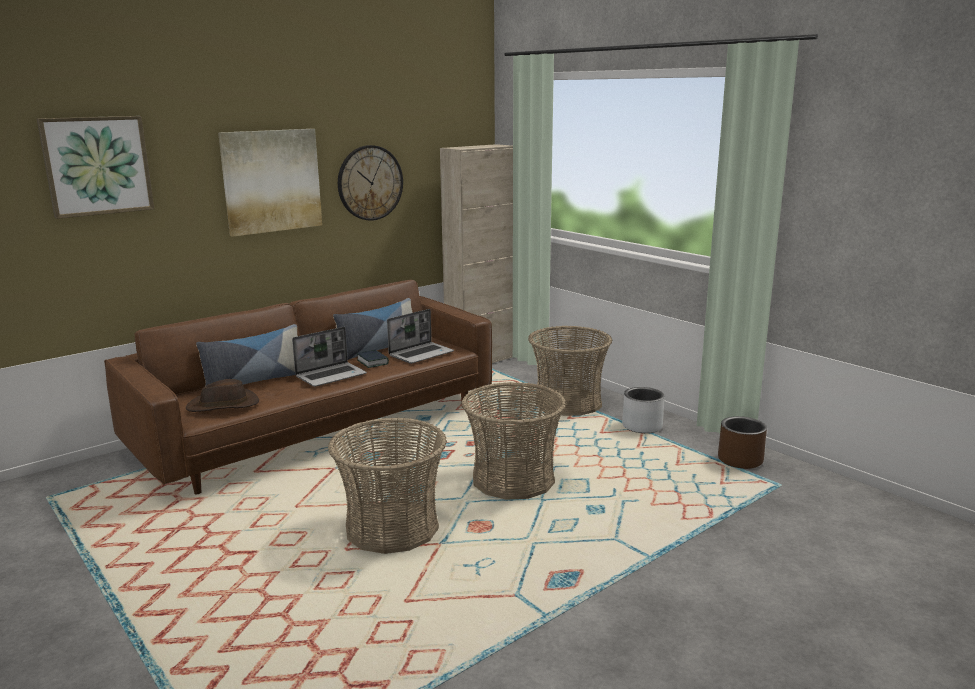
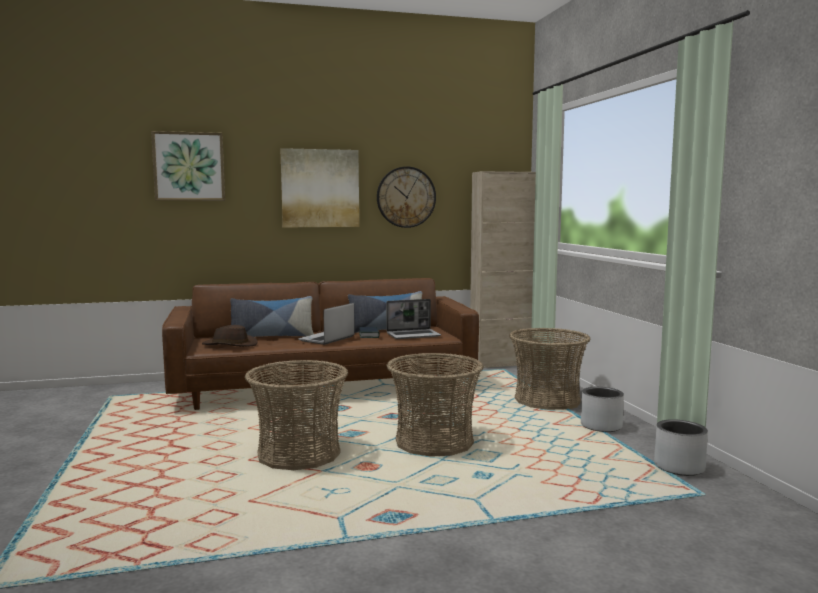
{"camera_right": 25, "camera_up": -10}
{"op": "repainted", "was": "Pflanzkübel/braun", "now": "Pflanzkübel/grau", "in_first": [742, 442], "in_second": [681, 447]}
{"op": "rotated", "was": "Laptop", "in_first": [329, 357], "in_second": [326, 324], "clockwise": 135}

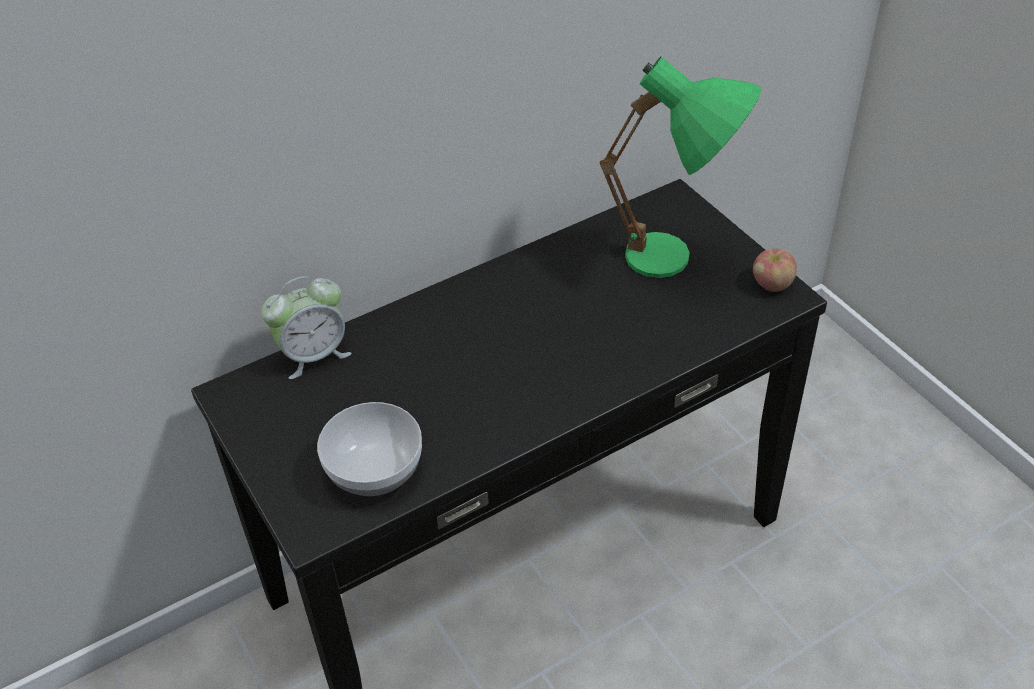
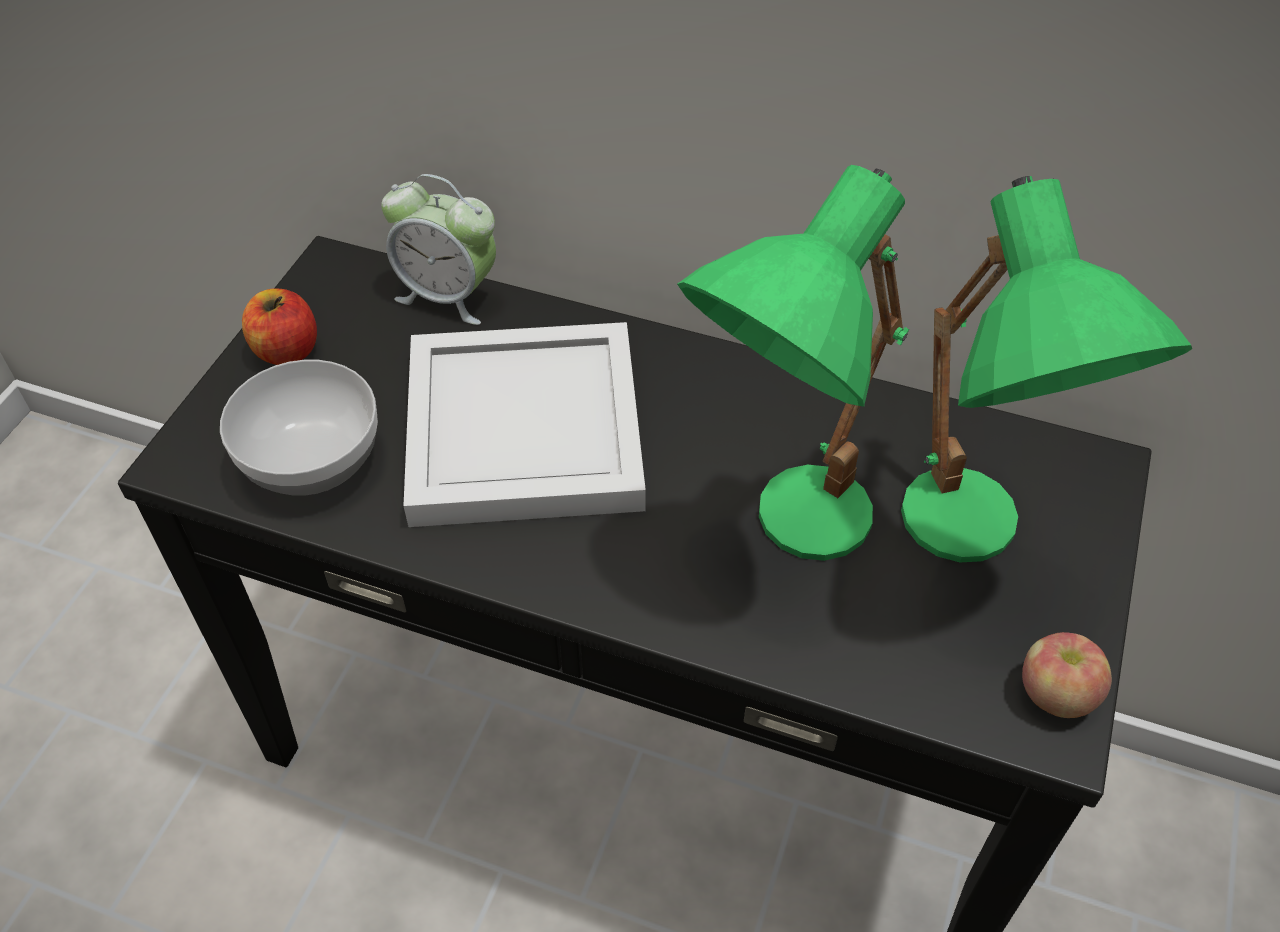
{"camera_right": 50, "camera_up": 5}
{"op": "new", "now": "Apfel", "in_second": [279, 327]}
{"op": "new", "now": "Tablett/weiß", "in_second": [525, 424]}
{"op": "new", "now": "Tischlampe/grün", "in_second": [793, 363]}

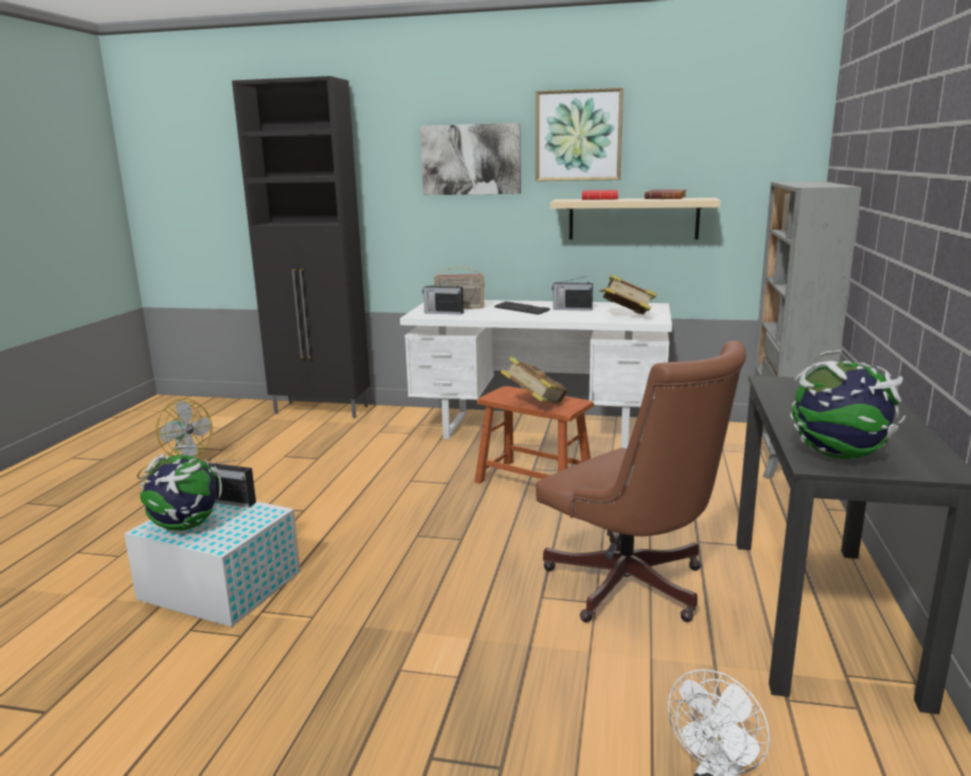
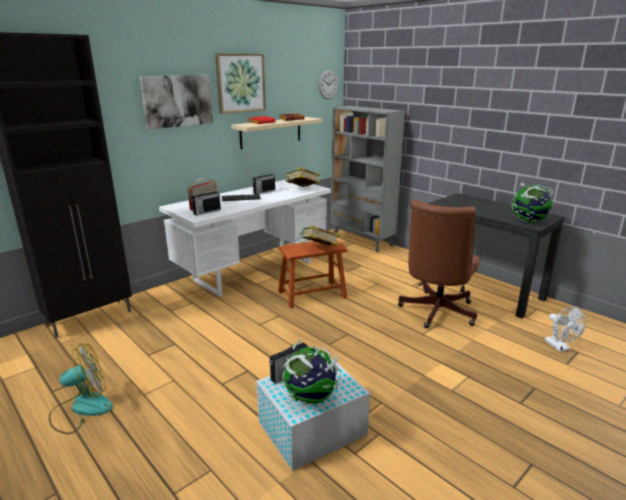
{"camera_right": -55, "camera_up": 5}
{"op": "new", "now": "Wanduhr", "in_second": [328, 84]}
{"op": "rotated", "was": "Bürostuhl/braun", "in_first": [641, 481], "in_second": [439, 264], "clockwise": 120}

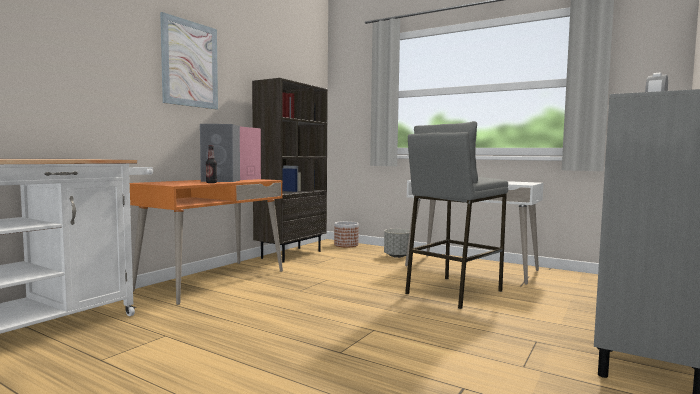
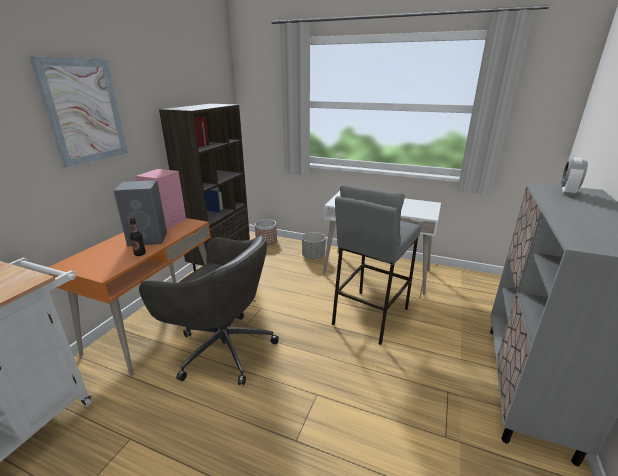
{"camera_right": -10, "camera_up": 20}
{"op": "new", "now": "Bürostuhl/grau", "in_second": [209, 310]}

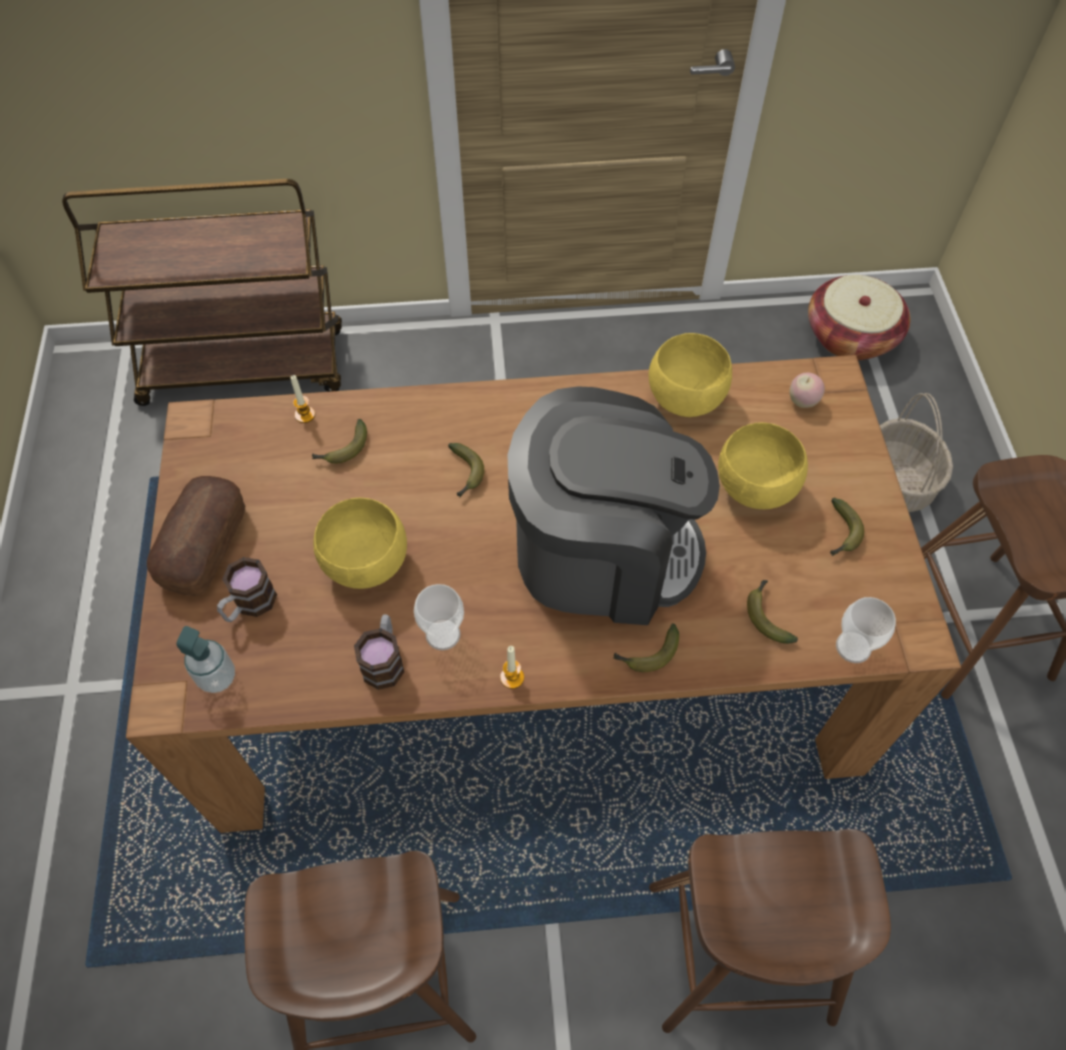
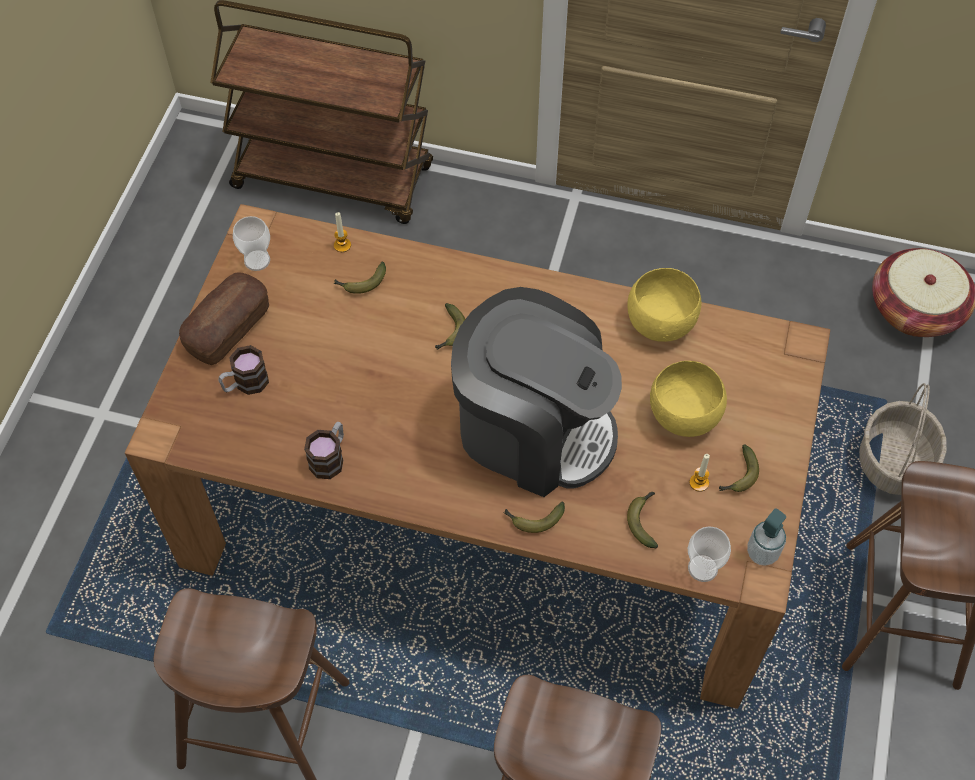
{"camera_right": 20, "camera_up": 0}
{"op": "gone", "was": "Schüssel/gelb", "in_first": [360, 543]}
{"op": "gone", "was": "Apfel", "in_first": [807, 390]}
{"op": "shifted", "was": "Seifenspender", "in_first": [205, 659], "in_second": [766, 537]}
{"op": "shifted", "was": "Tasse", "in_first": [439, 617], "in_second": [251, 243]}
{"op": "shifted", "was": "Kerze", "in_first": [512, 667], "in_second": [699, 473]}

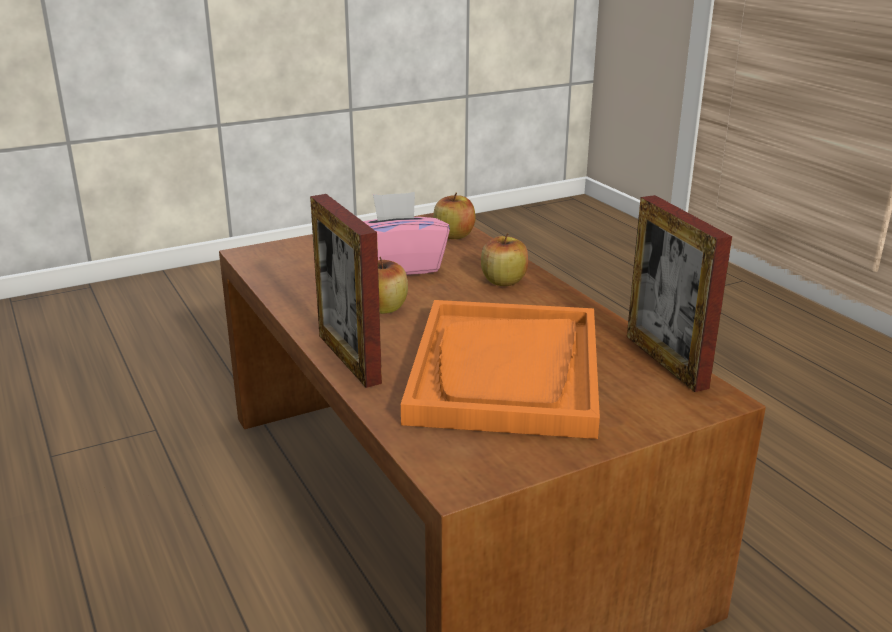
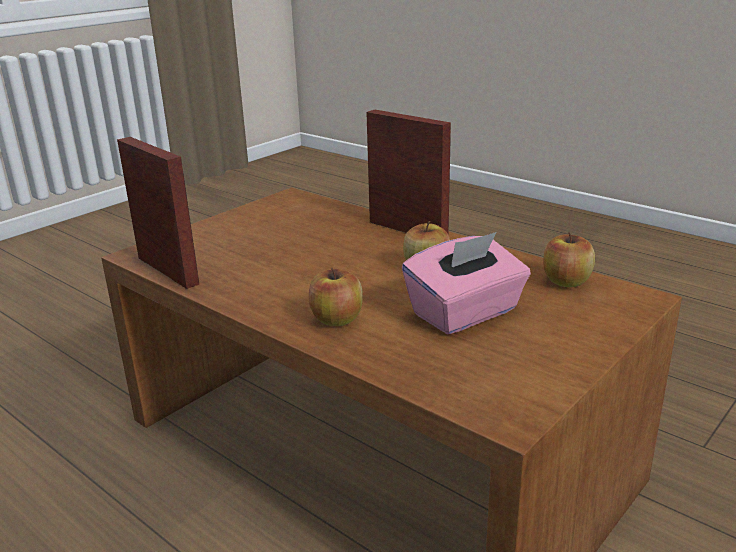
{"camera_right": 160, "camera_up": 0}
{"op": "gone", "was": "Tablett/orange", "in_first": [500, 369]}
{"op": "shifted", "was": "Apfel", "in_first": [455, 215], "in_second": [569, 259]}

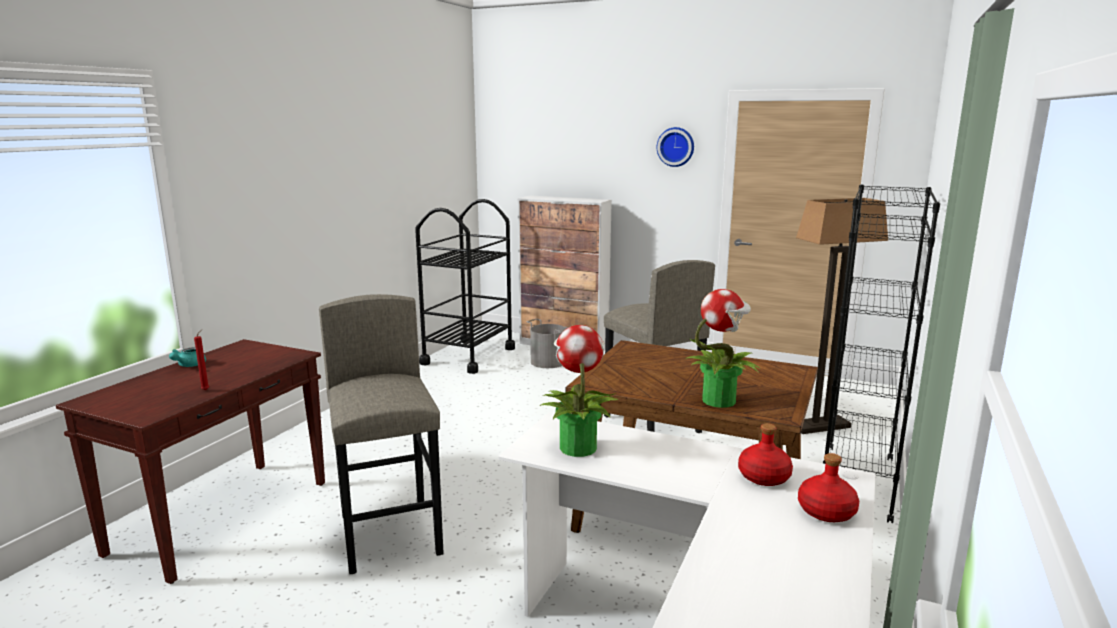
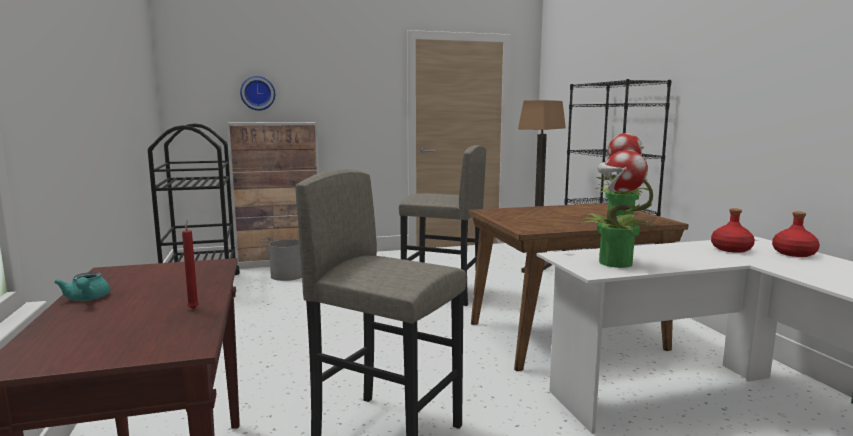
{"camera_right": -40, "camera_up": -5}
{"op": "shifted", "was": "Wanduhr", "in_first": [675, 147], "in_second": [257, 93]}

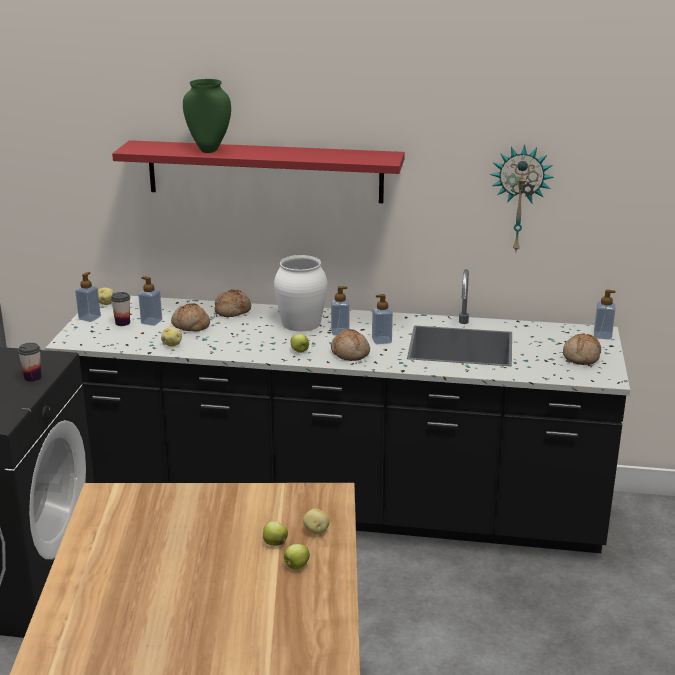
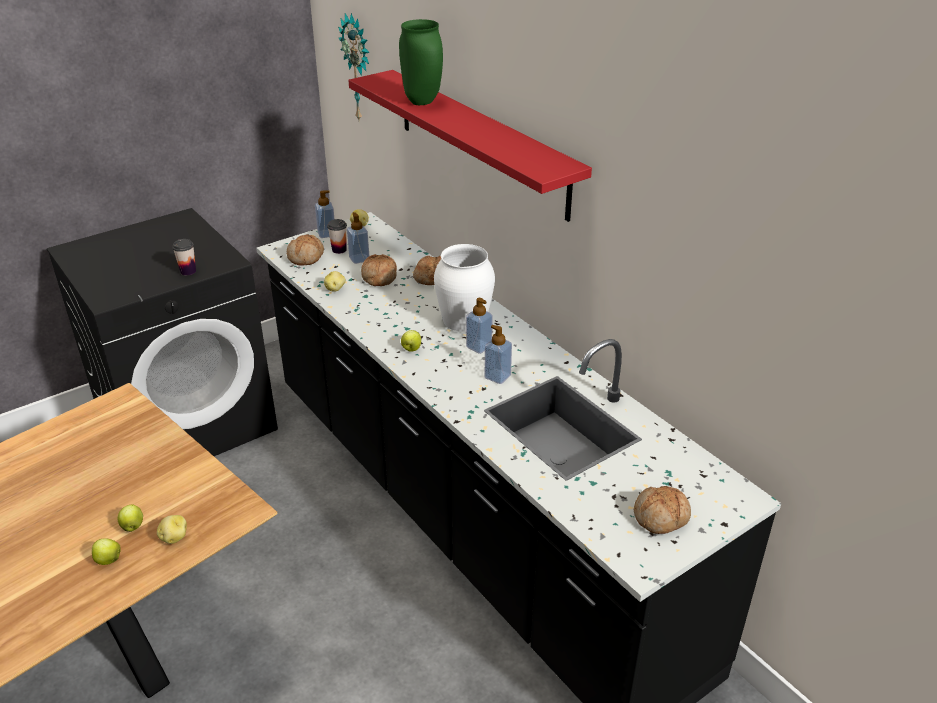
{"camera_right": 45, "camera_up": 10}
{"op": "gone", "was": "Seifenspender", "in_first": [604, 314]}
{"op": "shifted", "was": "Brot", "in_first": [350, 345], "in_second": [305, 250]}
{"op": "shifted", "was": "Wanduhr", "in_first": [522, 199], "in_second": [353, 66]}

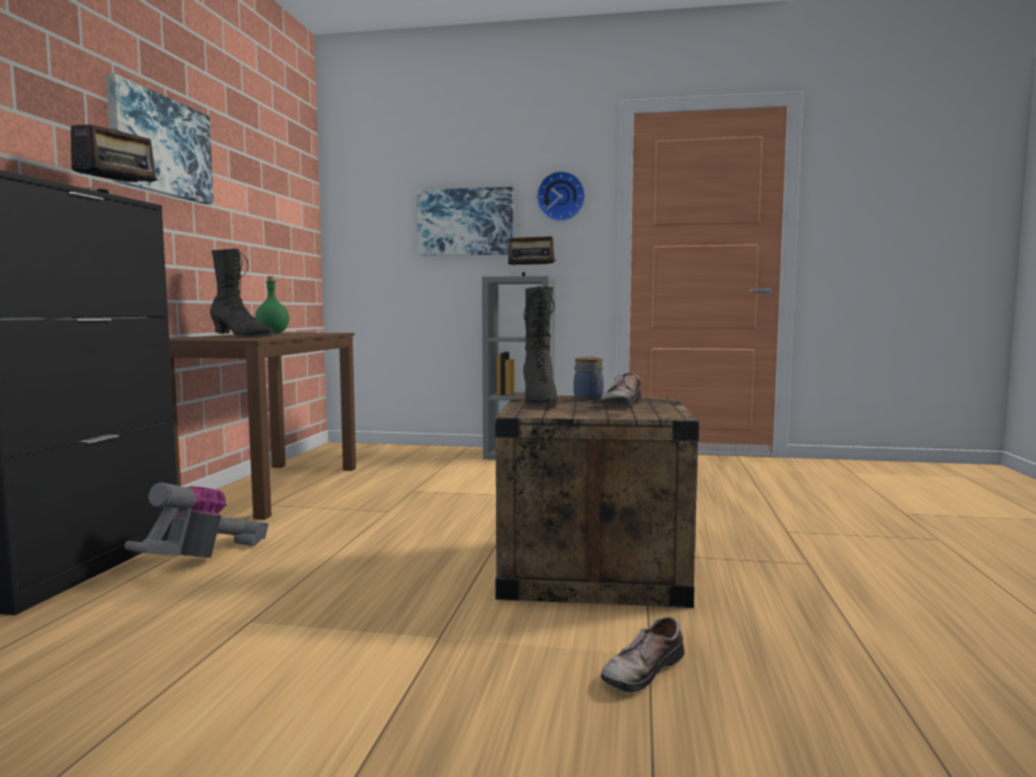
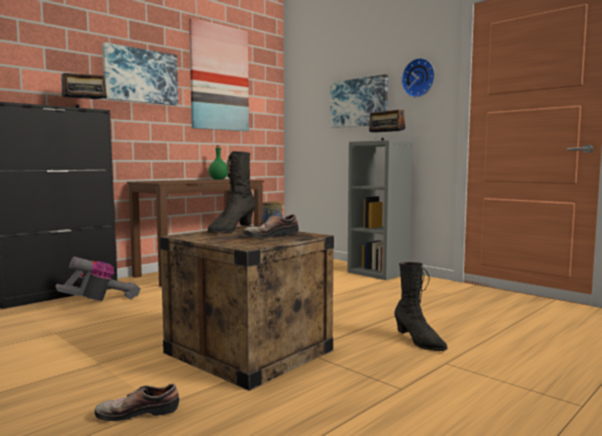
{"camera_right": 35, "camera_up": 0}
{"op": "new", "now": "Bild", "in_second": [219, 74]}
{"op": "shifted", "was": "Stiefel/schwarz", "in_first": [241, 293], "in_second": [421, 306]}

